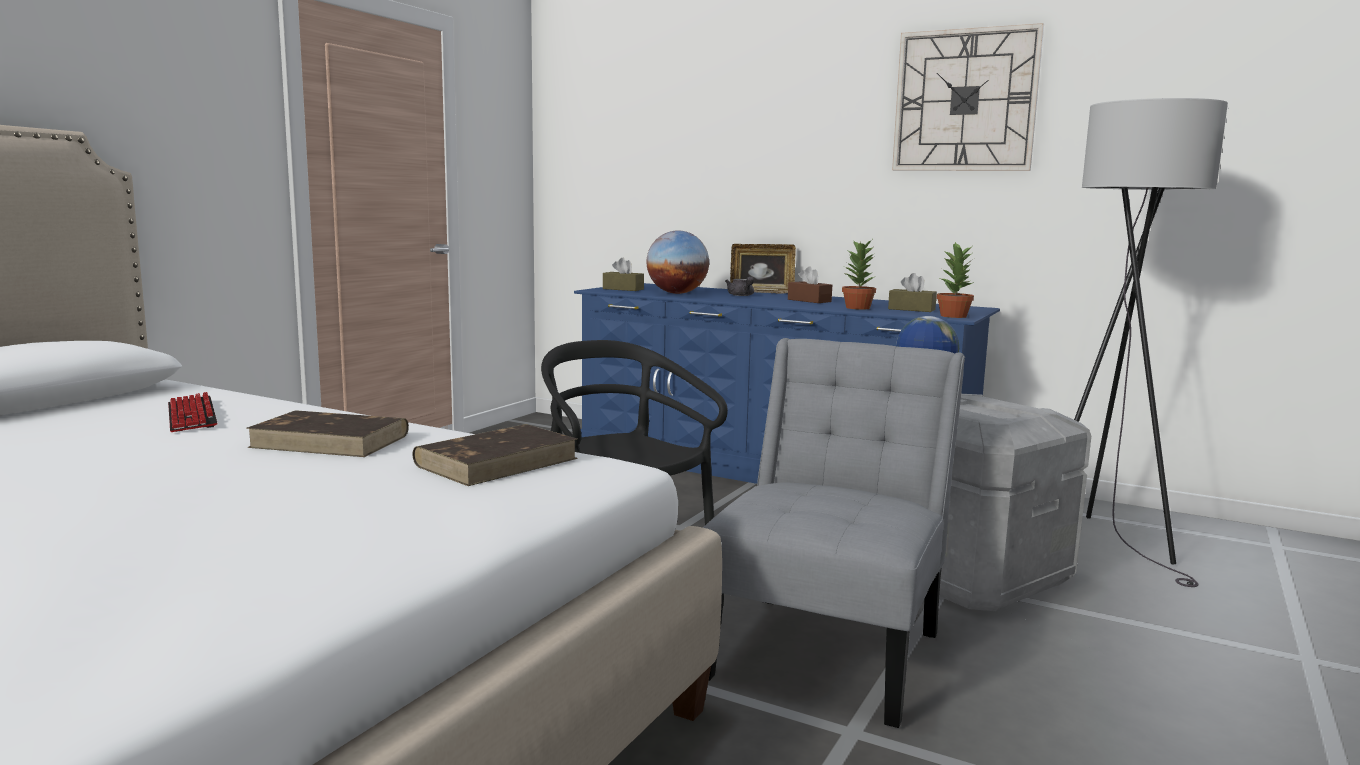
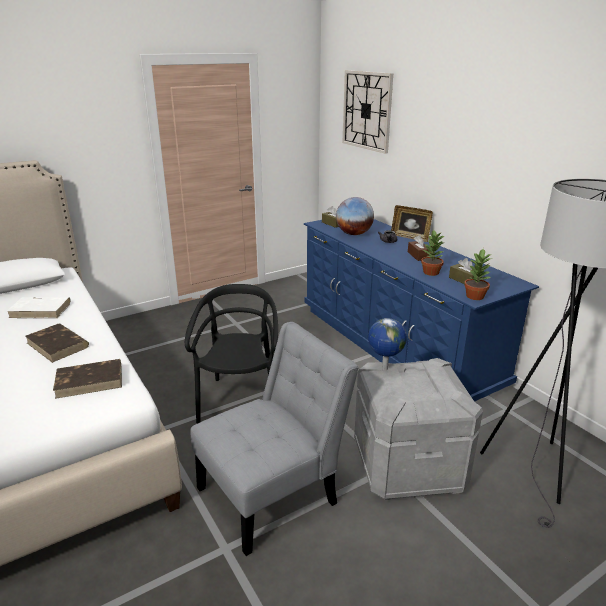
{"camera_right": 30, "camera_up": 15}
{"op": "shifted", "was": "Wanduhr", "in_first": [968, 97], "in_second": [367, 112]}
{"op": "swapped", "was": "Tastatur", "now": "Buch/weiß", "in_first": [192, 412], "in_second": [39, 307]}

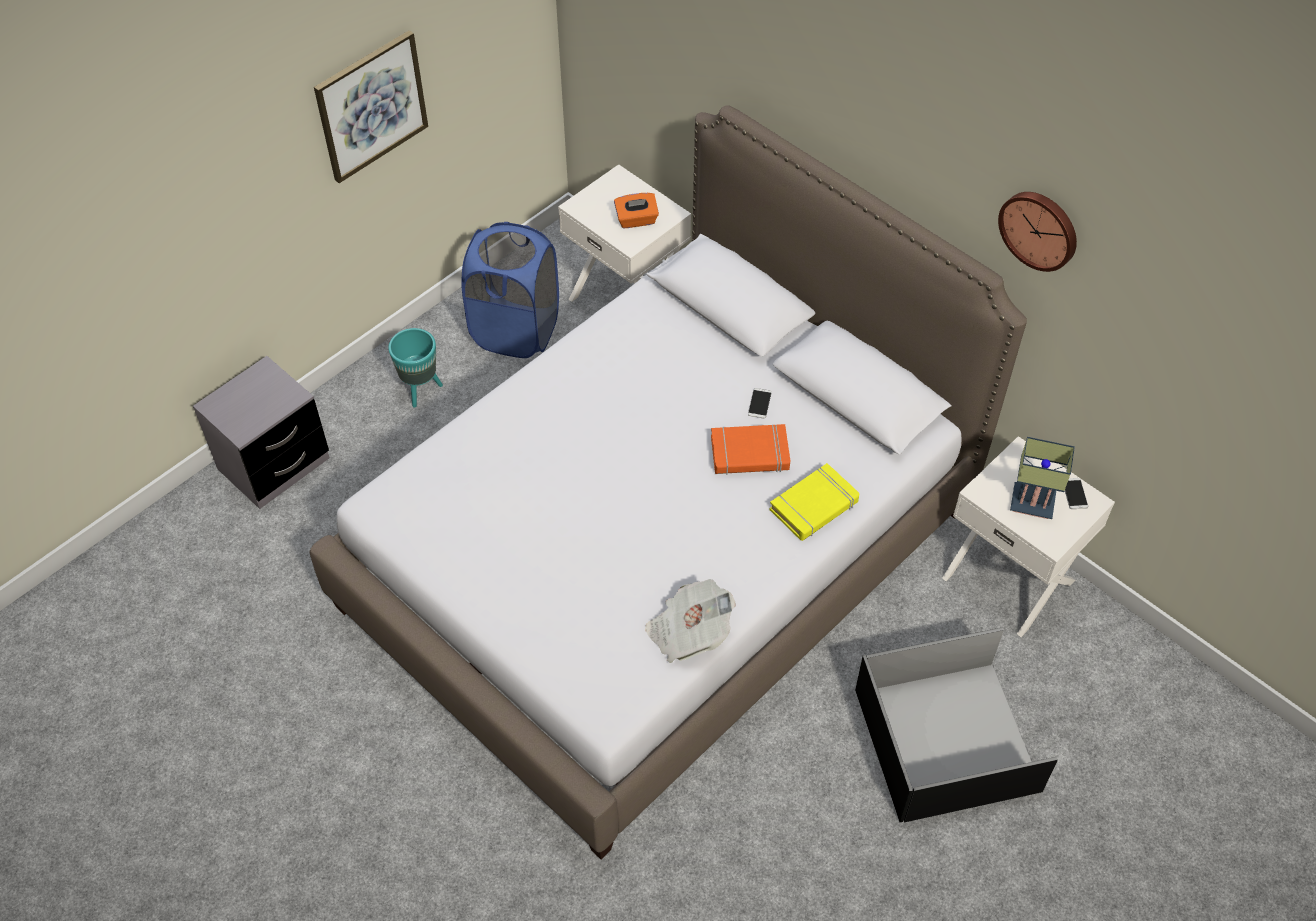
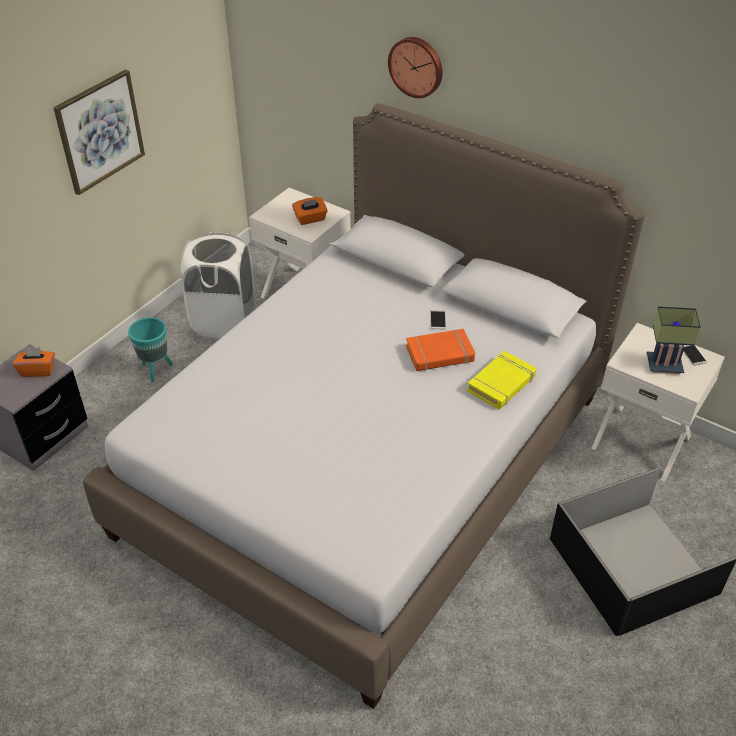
{"camera_right": -10, "camera_up": -10}
{"op": "gone", "was": "Zeitung", "in_first": [690, 621]}
{"op": "new", "now": "Taschentuchbox/orange", "in_second": [34, 362]}
{"op": "shifted", "was": "Wanduhr", "in_first": [1037, 232], "in_second": [415, 67]}
{"op": "repainted", "was": "Wäschekorb/blau", "now": "Wäschekorb/weiß", "in_first": [510, 290], "in_second": [218, 285]}

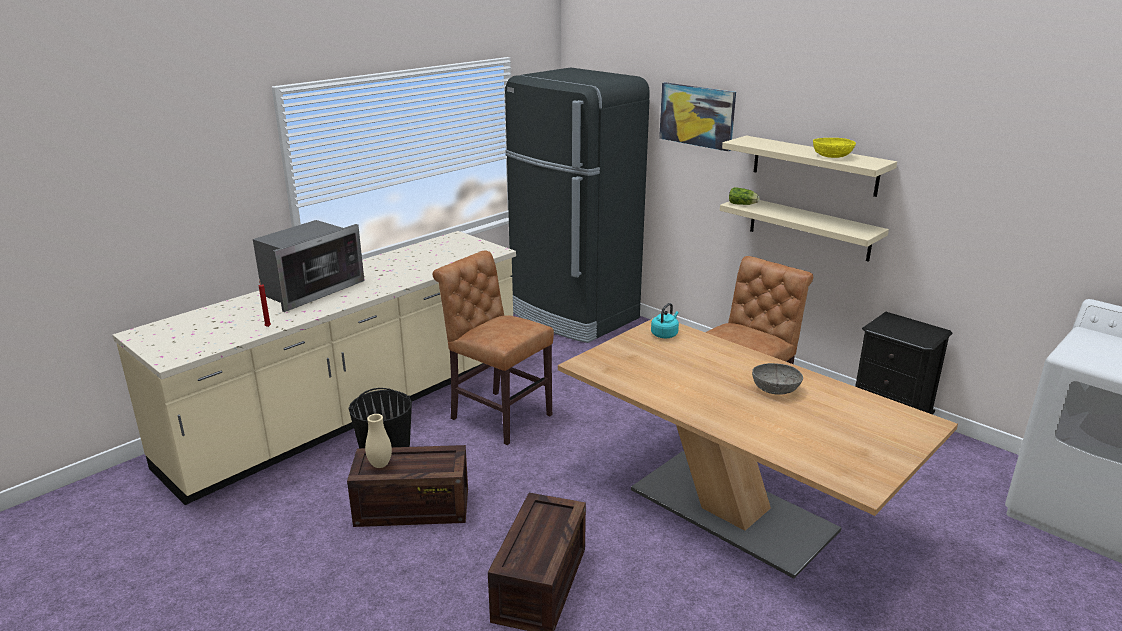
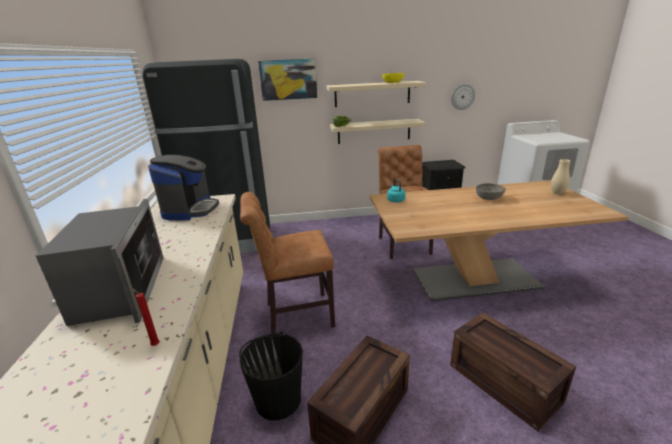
{"camera_right": -50, "camera_up": 0}
{"op": "new", "now": "Kaffeemaschine", "in_second": [183, 187]}
{"op": "new", "now": "Wanduhr", "in_second": [463, 97]}
{"op": "shifted", "was": "Vase/beige", "in_first": [378, 441], "in_second": [561, 176]}

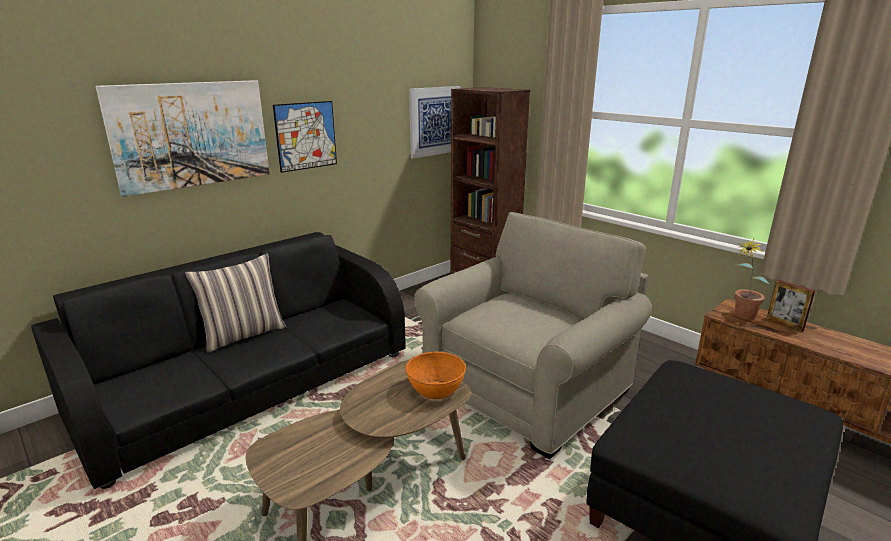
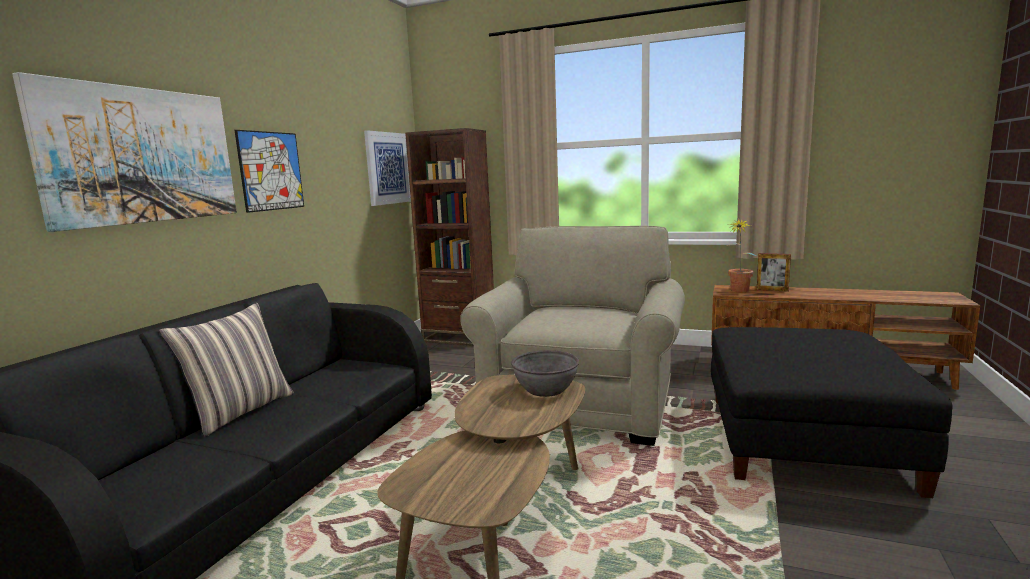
{"camera_right": -25, "camera_up": -10}
{"op": "repainted", "was": "Schüssel/orange", "now": "Schüssel/grau", "in_first": [435, 375], "in_second": [545, 373]}

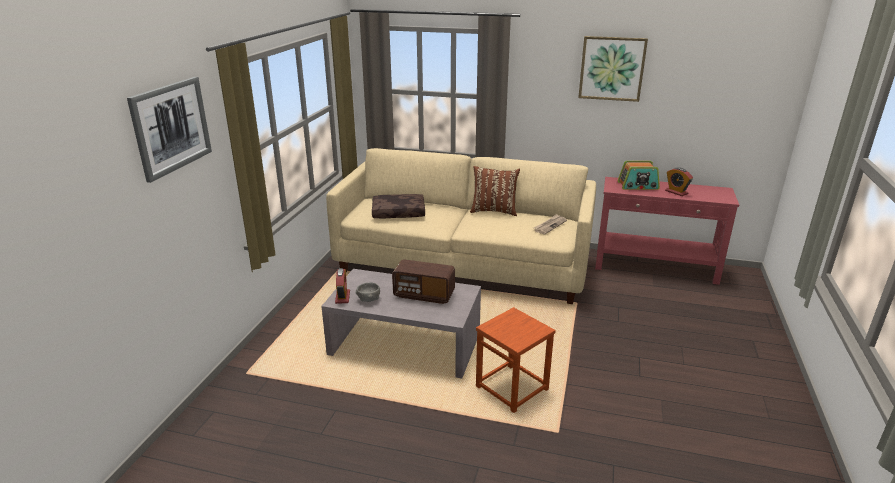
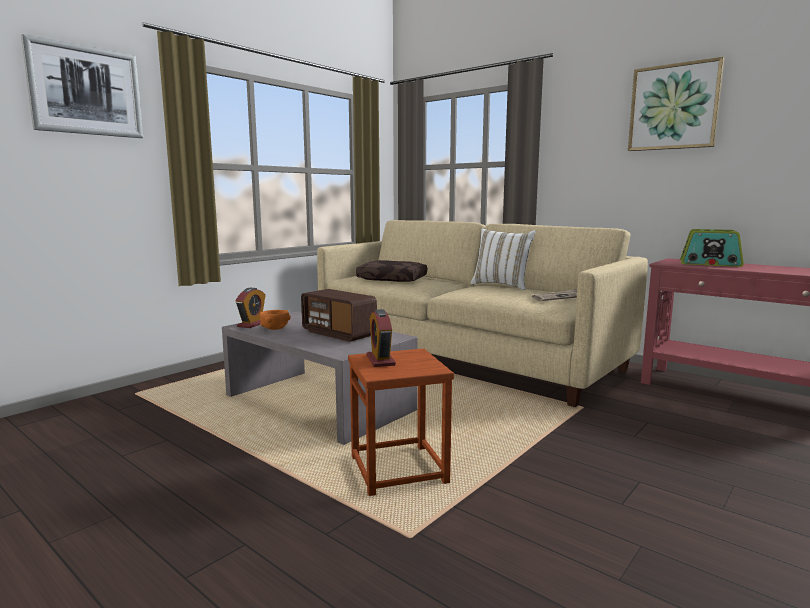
{"camera_right": 25, "camera_up": -15}
{"op": "shifted", "was": "Wecker", "in_first": [679, 181], "in_second": [381, 338]}
{"op": "repainted", "was": "Schüssel/grau", "now": "Schüssel/orange", "in_first": [367, 292], "in_second": [275, 320]}
{"op": "repainted", "was": "Kissen/braun", "now": "Kissen/weiß", "in_first": [495, 191], "in_second": [503, 259]}

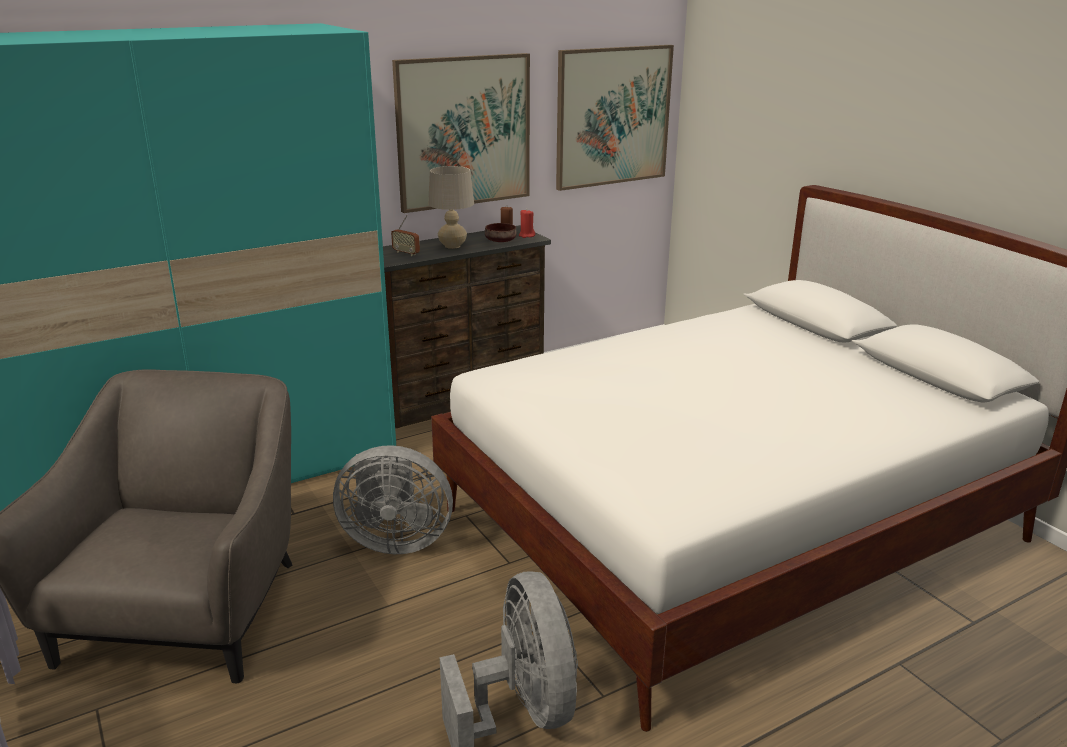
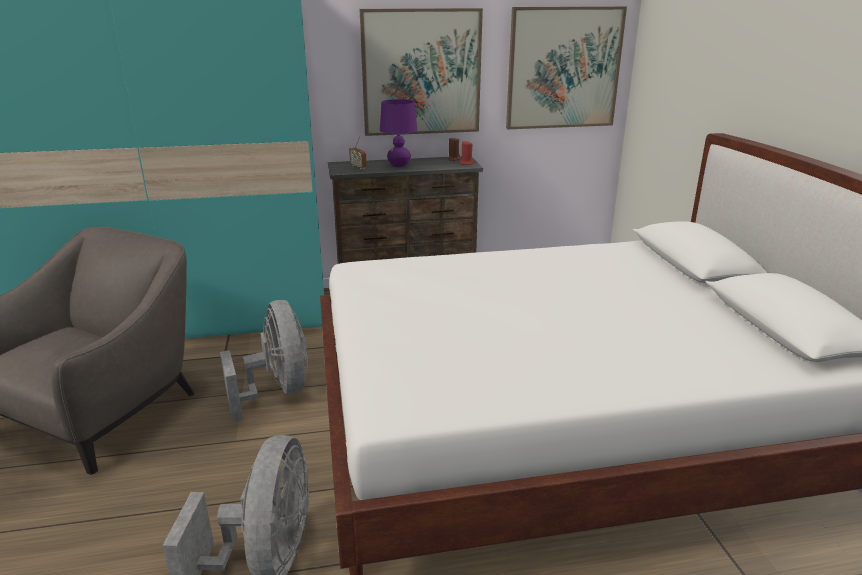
{"camera_right": 20, "camera_up": 0}
{"op": "gone", "was": "Schüssel/braun", "in_first": [500, 232]}
{"op": "repainted", "was": "Tischlampe/beige", "now": "Tischlampe/lila", "in_first": [451, 207], "in_second": [398, 133]}
{"op": "rotated", "was": "Ventilator/grau", "in_first": [393, 499], "in_second": [264, 360], "clockwise": -135}

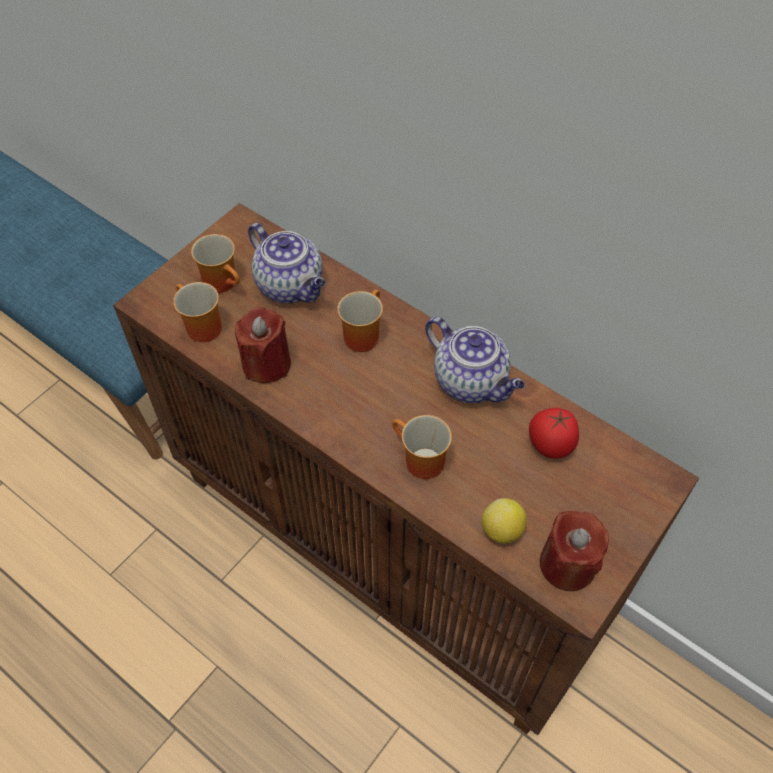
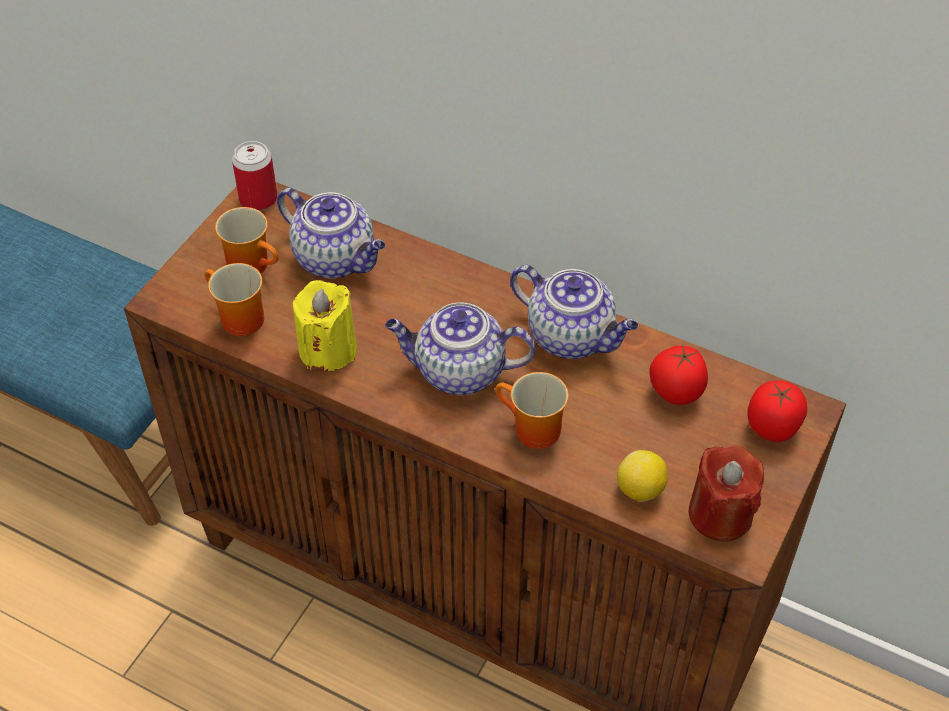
{"camera_right": -10, "camera_up": -5}
{"op": "gone", "was": "Henkelbecher", "in_first": [360, 321]}
{"op": "new", "now": "Dose", "in_second": [254, 176]}
{"op": "new", "now": "Teekanne", "in_second": [460, 349]}
{"op": "new", "now": "Tomate", "in_second": [777, 411]}
{"op": "repainted", "was": "Kerze/rot", "now": "Kerze/gelb", "in_first": [263, 345], "in_second": [325, 325]}

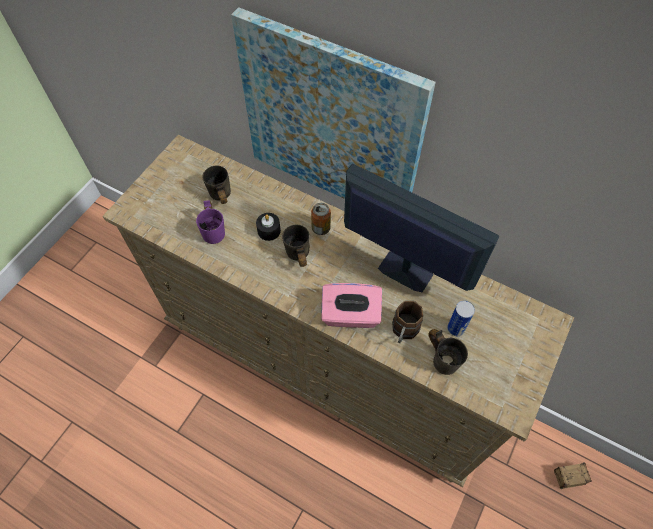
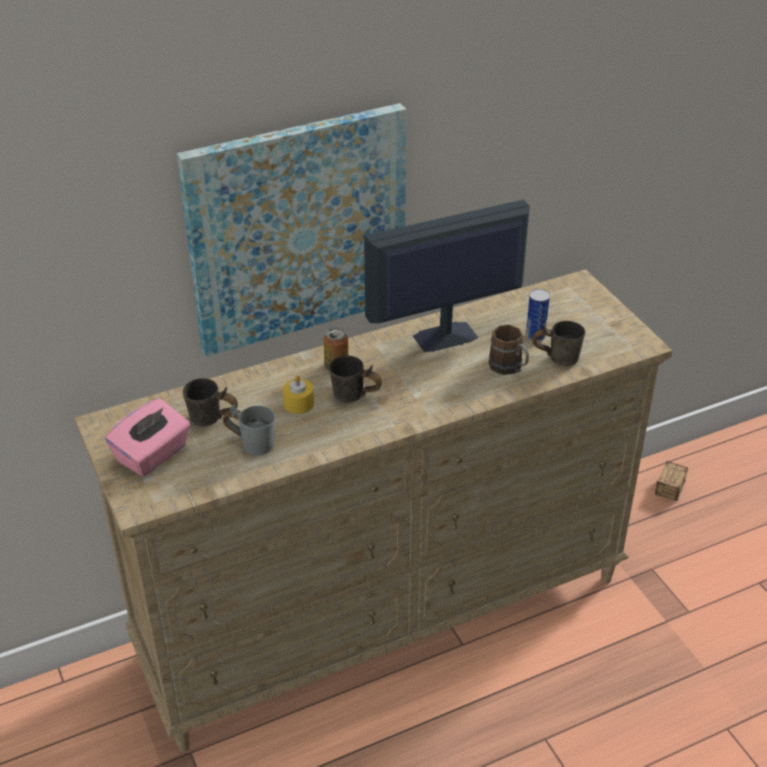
{"camera_right": -55, "camera_up": -20}
{"op": "shifted", "was": "Taschentuchbox/rosa", "in_first": [351, 305], "in_second": [147, 437]}
{"op": "repainted", "was": "Henkelbecher/lila", "now": "Henkelbecher/grau", "in_first": [210, 222], "in_second": [249, 429]}
{"op": "repainted", "was": "Kerze/schwarz", "now": "Kerze/gelb", "in_first": [268, 227], "in_second": [298, 394]}

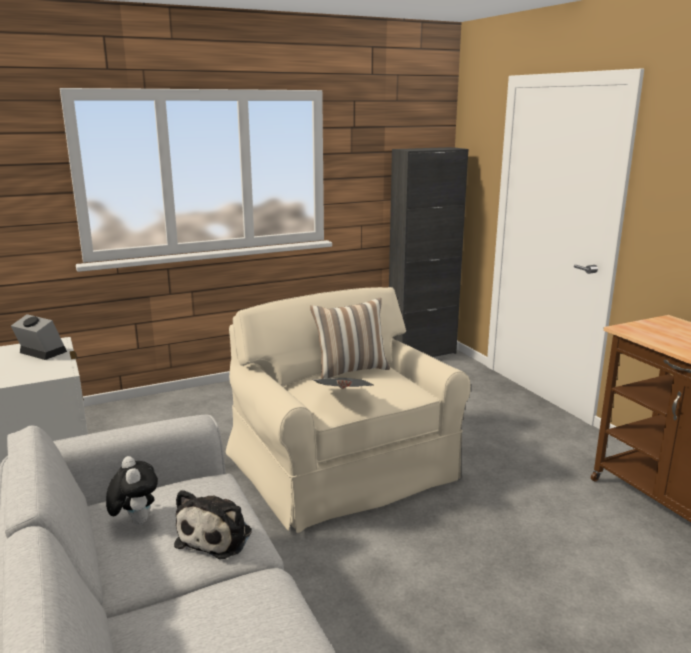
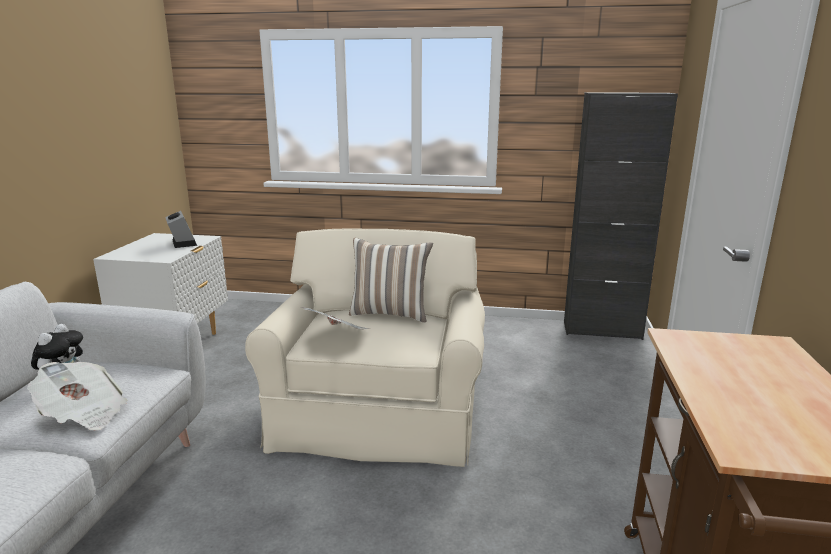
{"camera_right": 35, "camera_up": 0}
{"op": "swapped", "was": "Plüschtier", "now": "Zeitung", "in_first": [213, 524], "in_second": [77, 396]}

